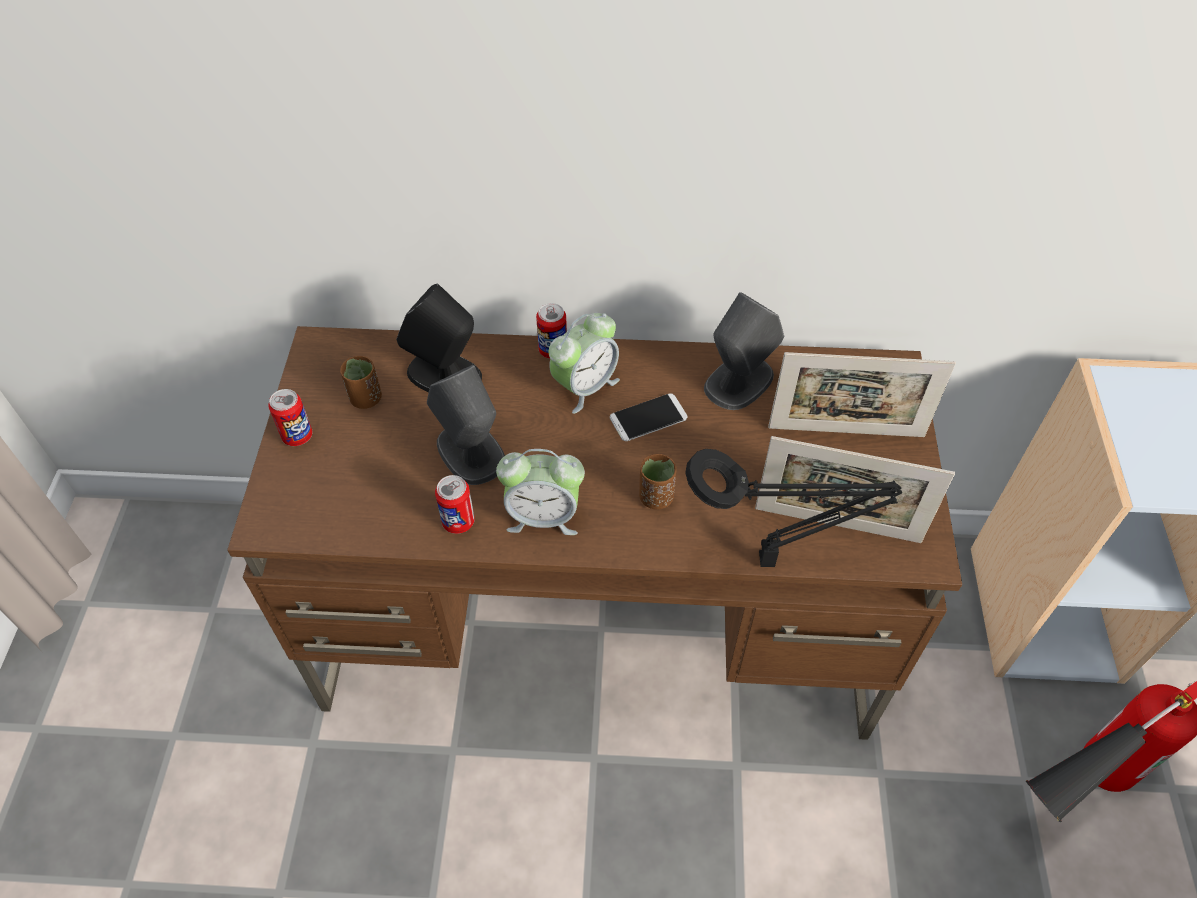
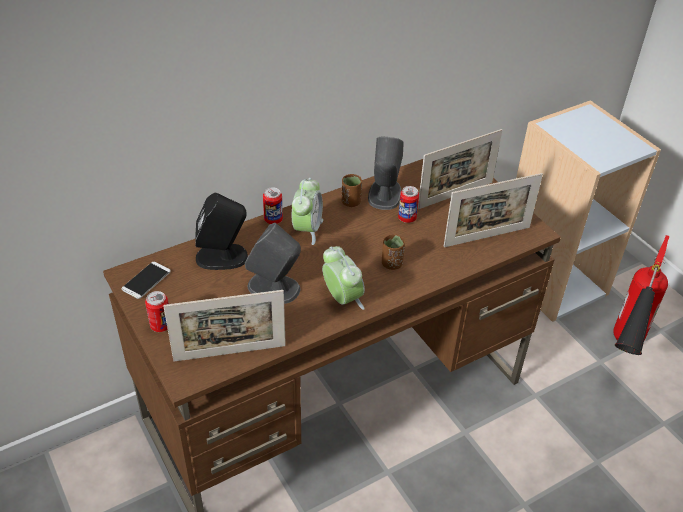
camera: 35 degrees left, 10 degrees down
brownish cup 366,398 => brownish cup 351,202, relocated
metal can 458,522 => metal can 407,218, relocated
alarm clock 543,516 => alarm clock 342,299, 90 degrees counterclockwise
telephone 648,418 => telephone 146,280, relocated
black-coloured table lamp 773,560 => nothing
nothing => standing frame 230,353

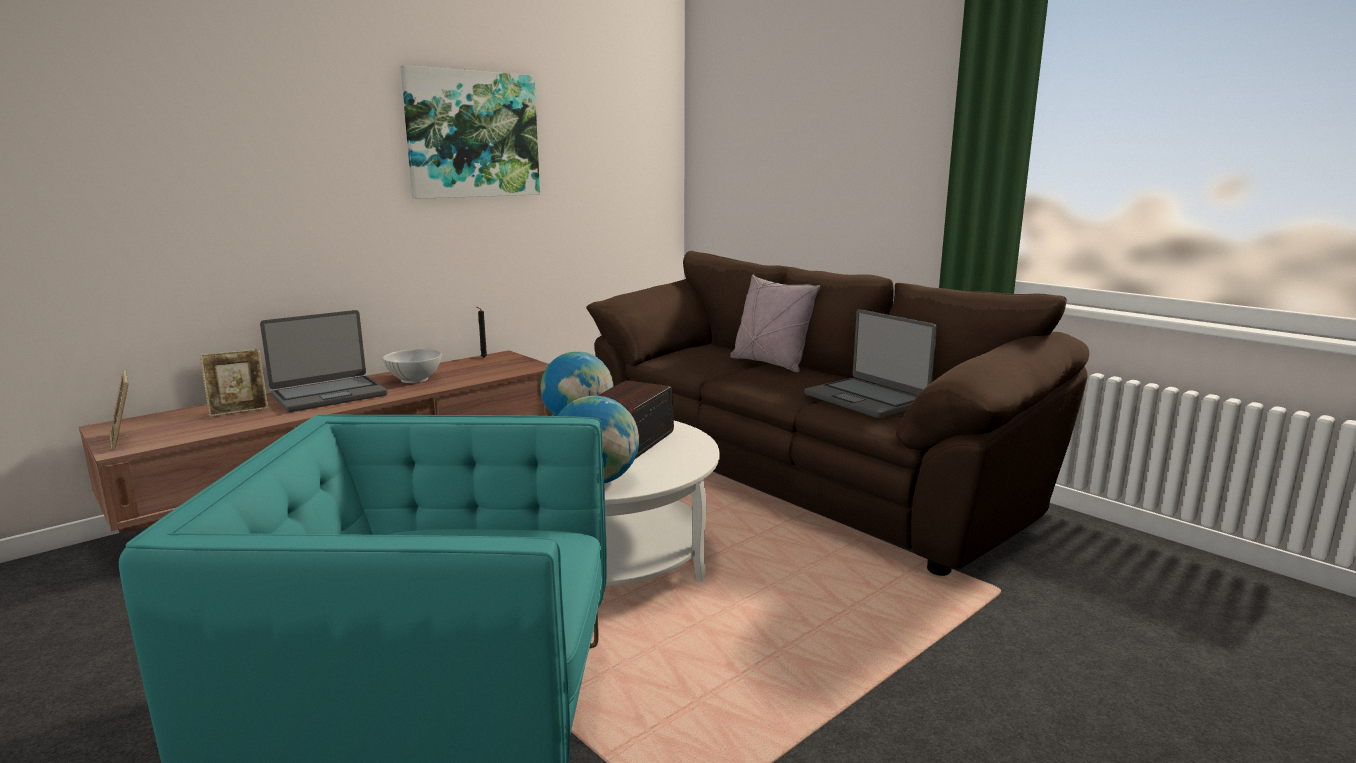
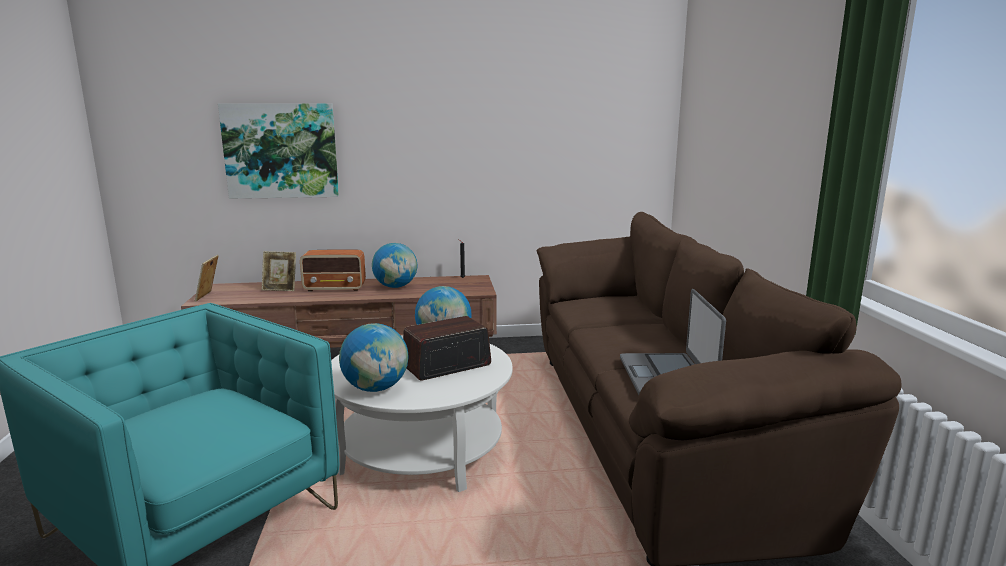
camera: 35 degrees right, 0 degrees up
portable computer 329,395 => radio set 335,288
whitish serving bowl 415,379 => world globe 395,286
picture 473,135 => picture 281,151, relocated
purple cushion 770,363 => nothing

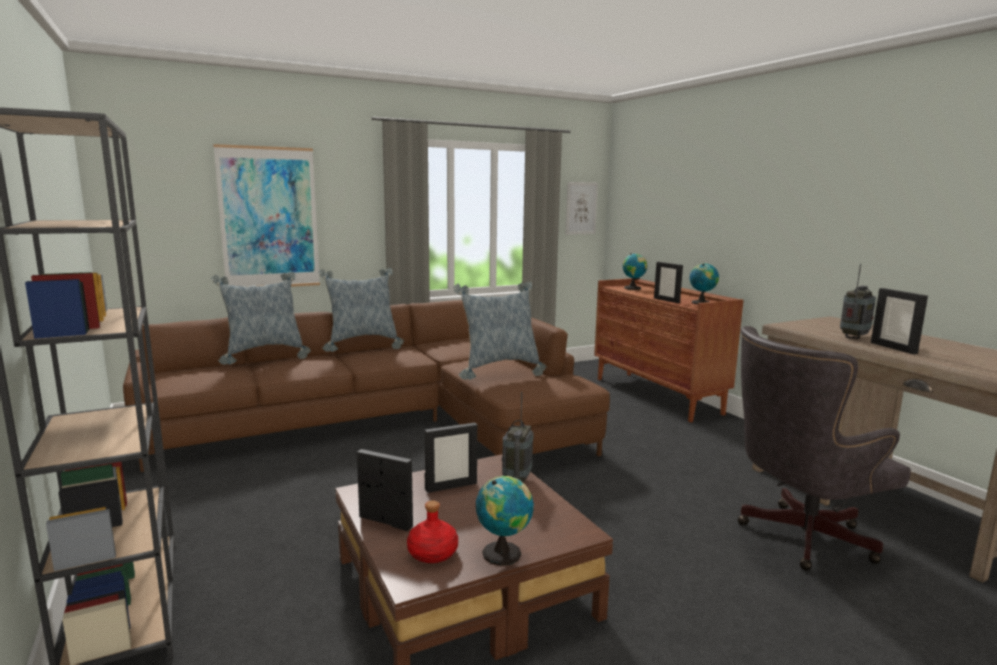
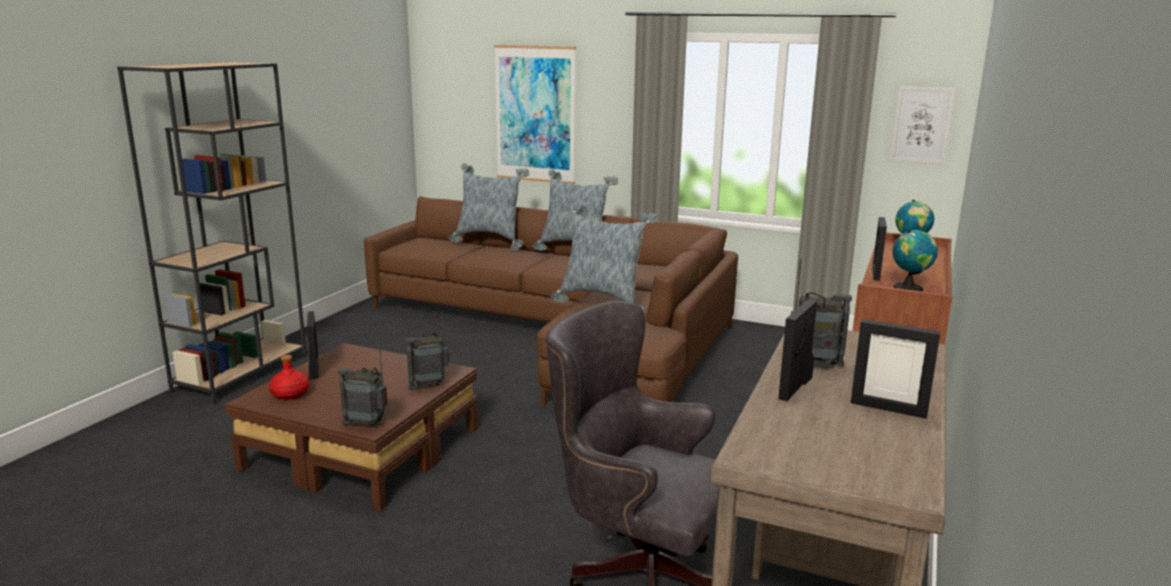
camera: 50 degrees right, 5 degrees up
standing frame 451,486 => standing frame 888,408, relocated
world globe 504,553 => nothing
nothing => radio set 367,424

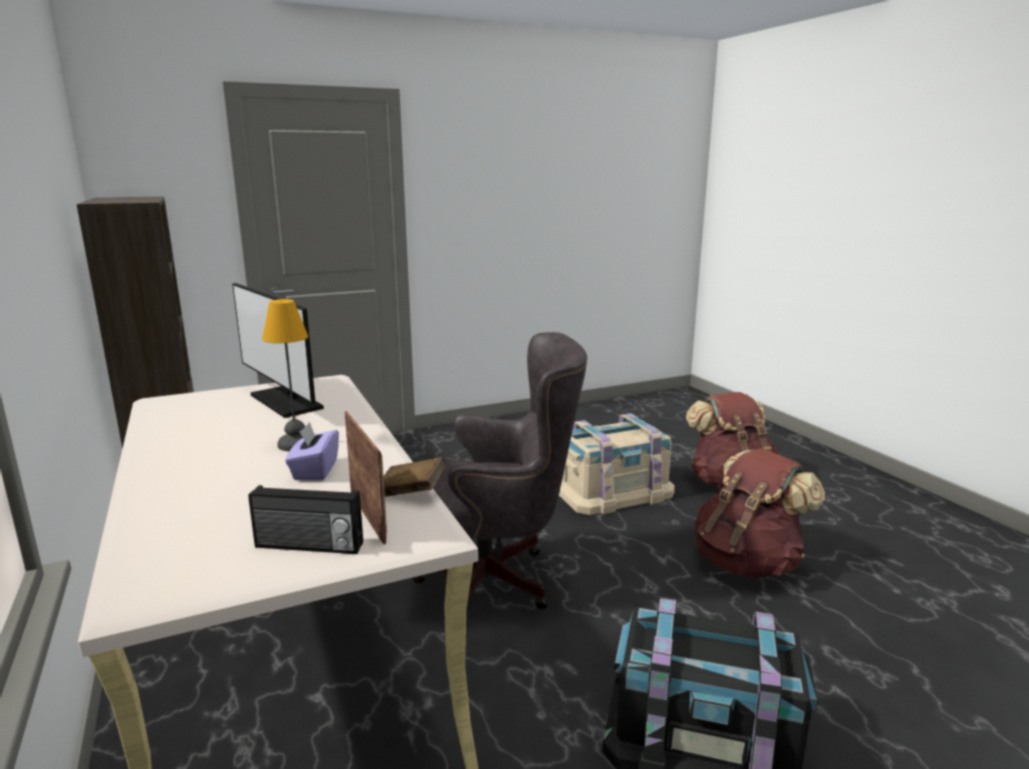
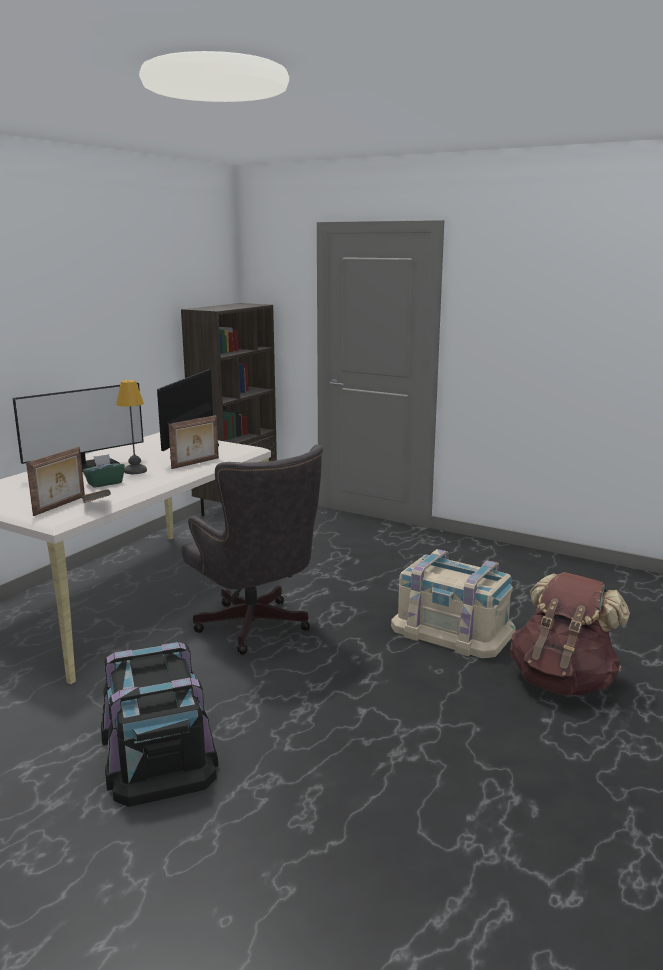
camera: 55 degrees right, 0 degrees up
radio set 308,546 => nothing
purple box of tissues 315,470 => green box of tissues 104,483
brownish knapsack 747,563 => nothing
nothing => computer screen 84,467
nothing => standing frame 196,463

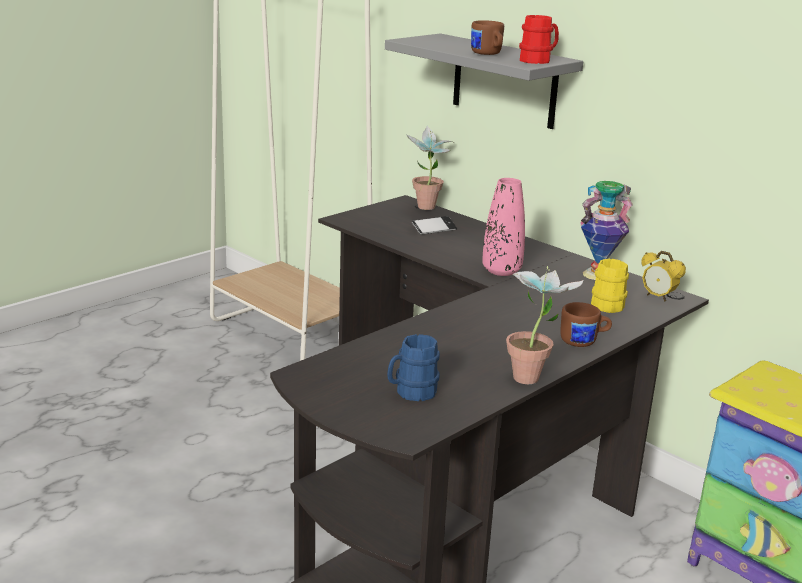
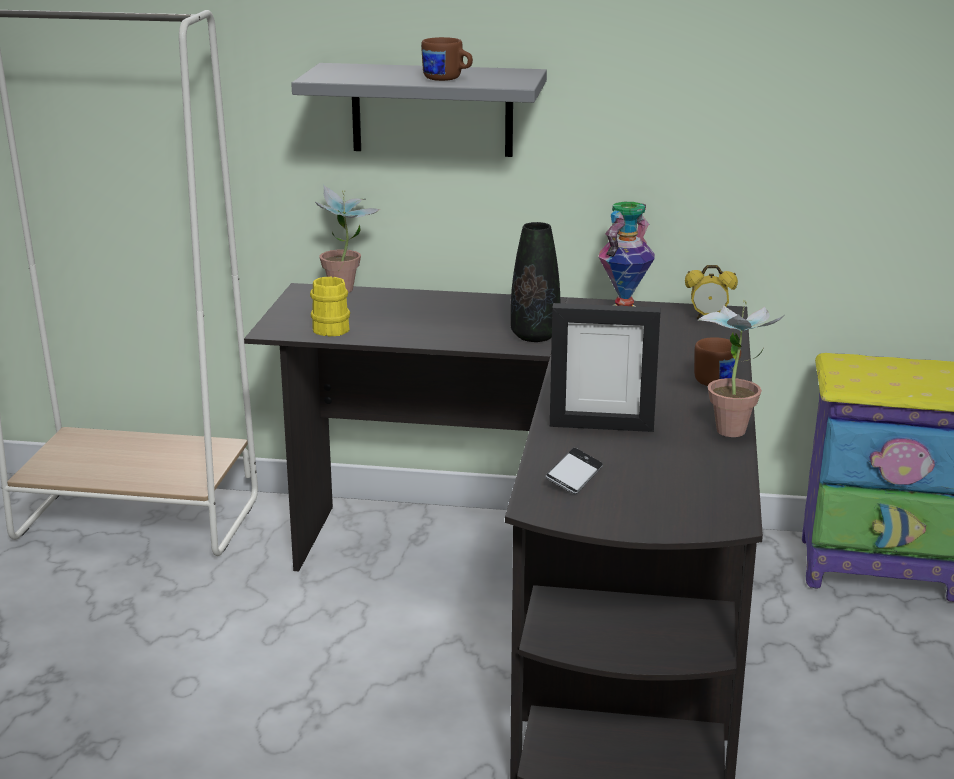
camera: 35 degrees left, 0 degrees up
bluish tea mug 411,392 => nothing
telephone 434,229 => telephone 574,477, relocated
pinkish flower vase 501,271 => black-coloured flower vase 534,336
reddish tea mug 538,60 => nothing
yellowish tea mug 609,304 => yellowish tea mug 330,327, relocated
nothing => standing frame 601,425

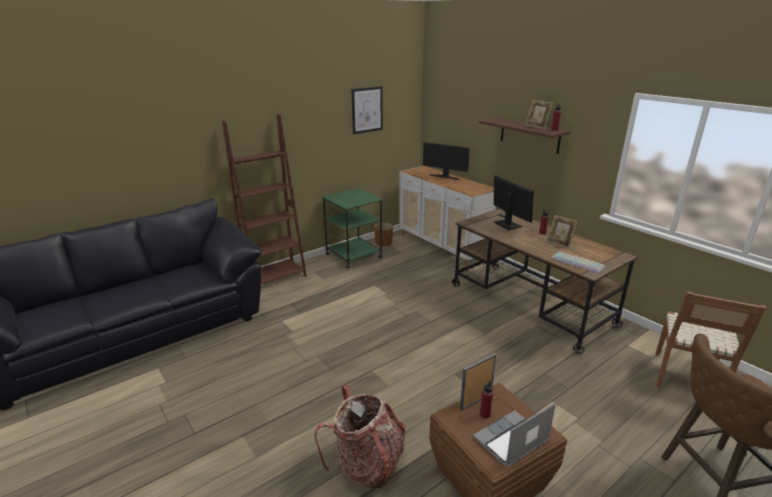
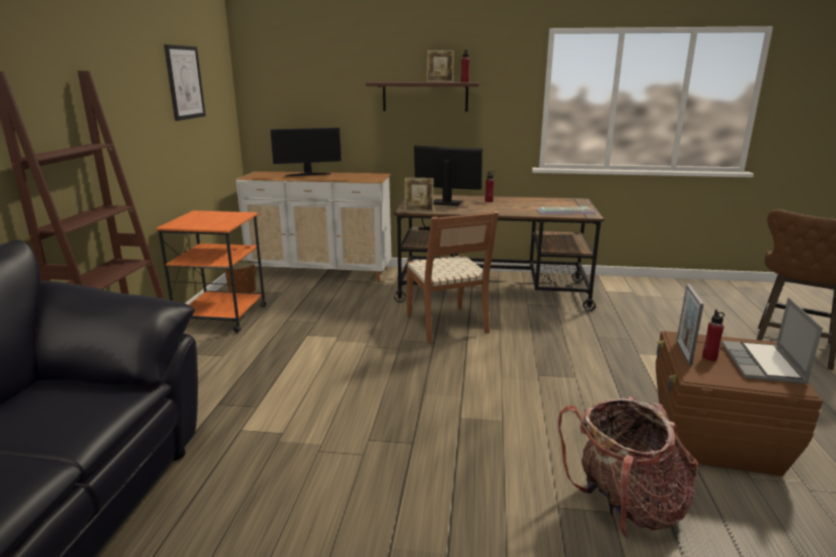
camera: 45 degrees left, 5 degrees down
green wheeled cart 354,255 => orangey wheeled cart 222,316
standing frame 559,243 => standing frame 419,210, relocated
plain chair 687,379 => plain chair 447,326, relocated

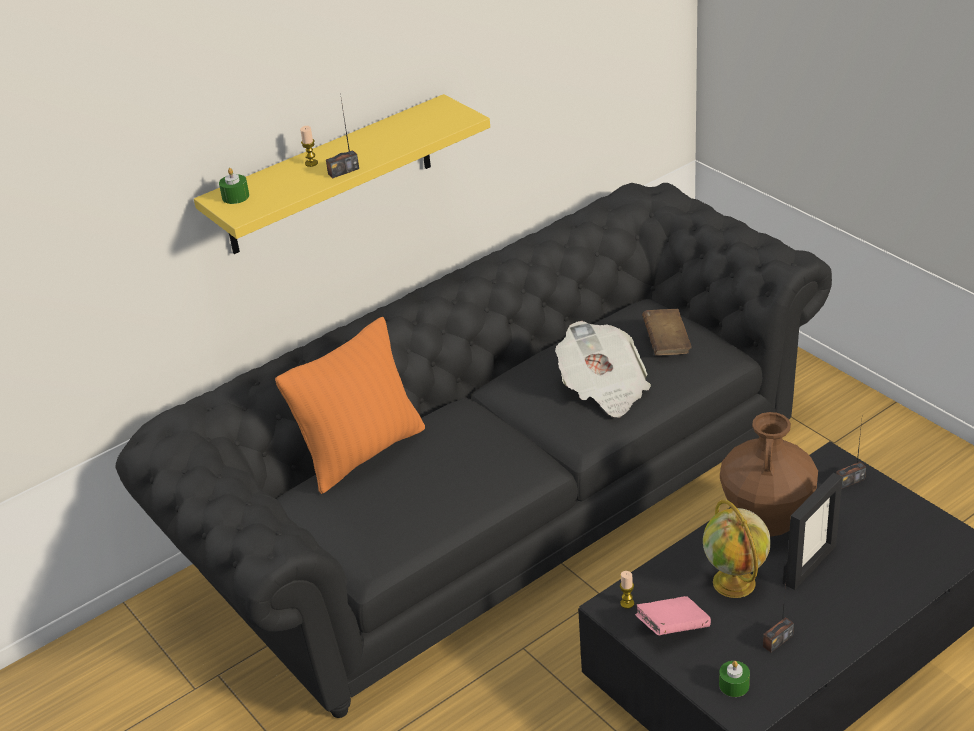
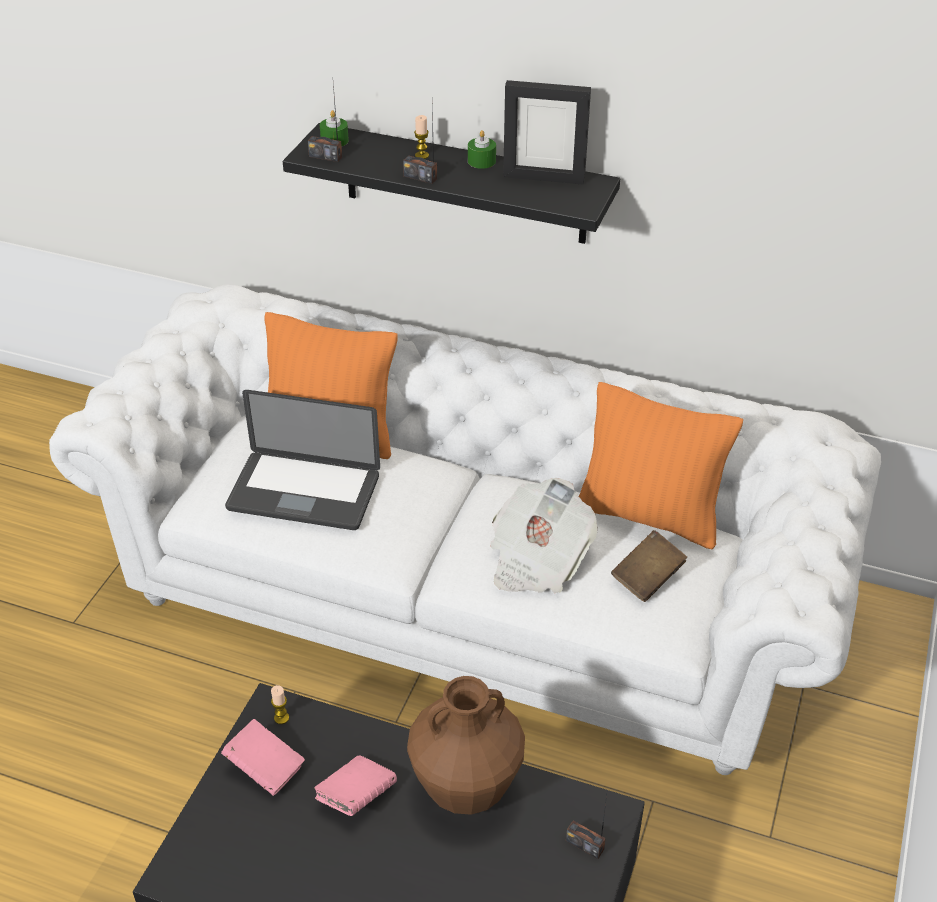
camera: 55 degrees right, 5 degrees up
black-coloured settee 500,505 => whitish settee 468,592
yellowish bracket shelf 329,176 => black-coloured bracket shelf 464,184
world globe 735,583 => pinkish bound book 356,796
green wax candle 734,685 => green wax candle 481,161, relocated
radio set 777,640 => radio set 325,156, relocated
standing frame 809,564 => standing frame 544,177, relocated
nothing => portable computer 304,493
nothing => orangey cushion 649,515

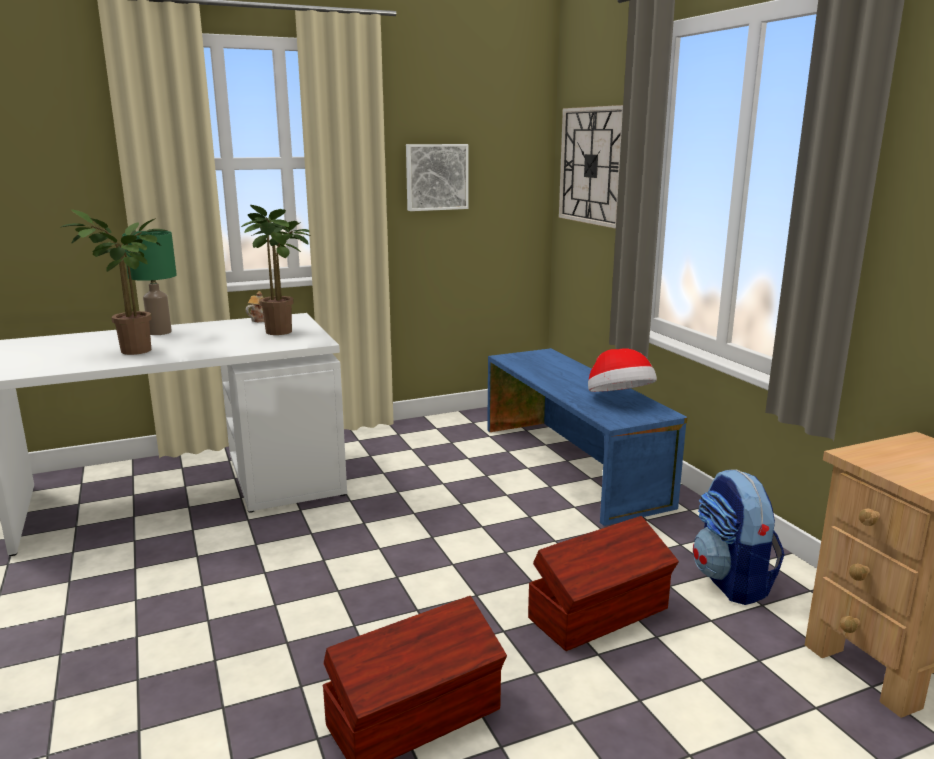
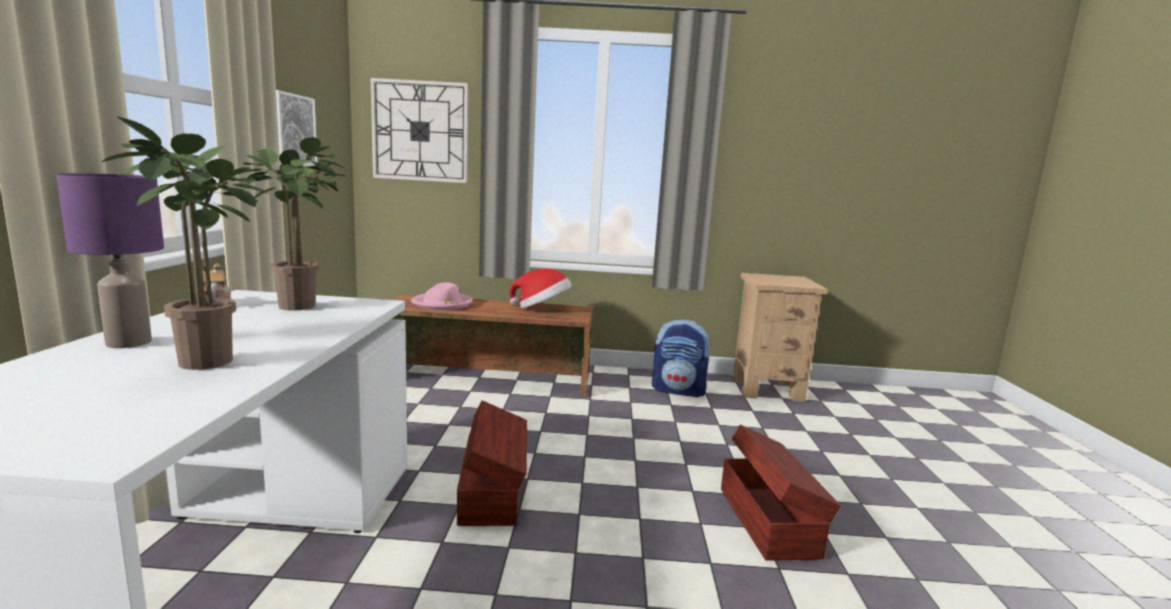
camera: 65 degrees left, 5 degrees down
green table lamp 159,332 => purple table lamp 127,343
bluish indoor bench 574,465 => brownish indoor bench 490,377
brownish storage box 601,614 => brownish storage box 492,491, relocated
nothing => pinkish wearable hat 443,304

